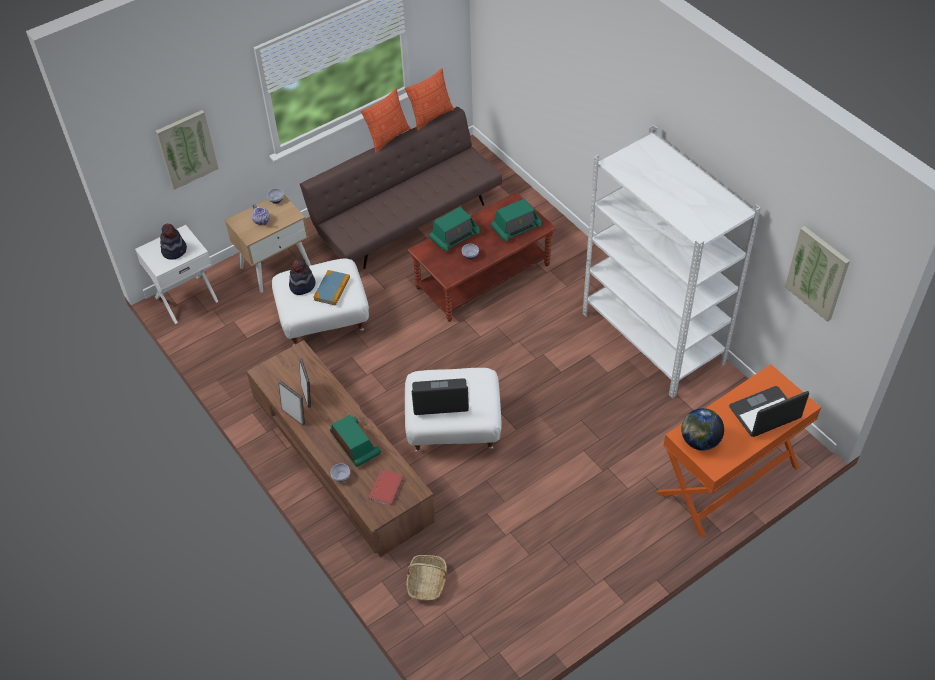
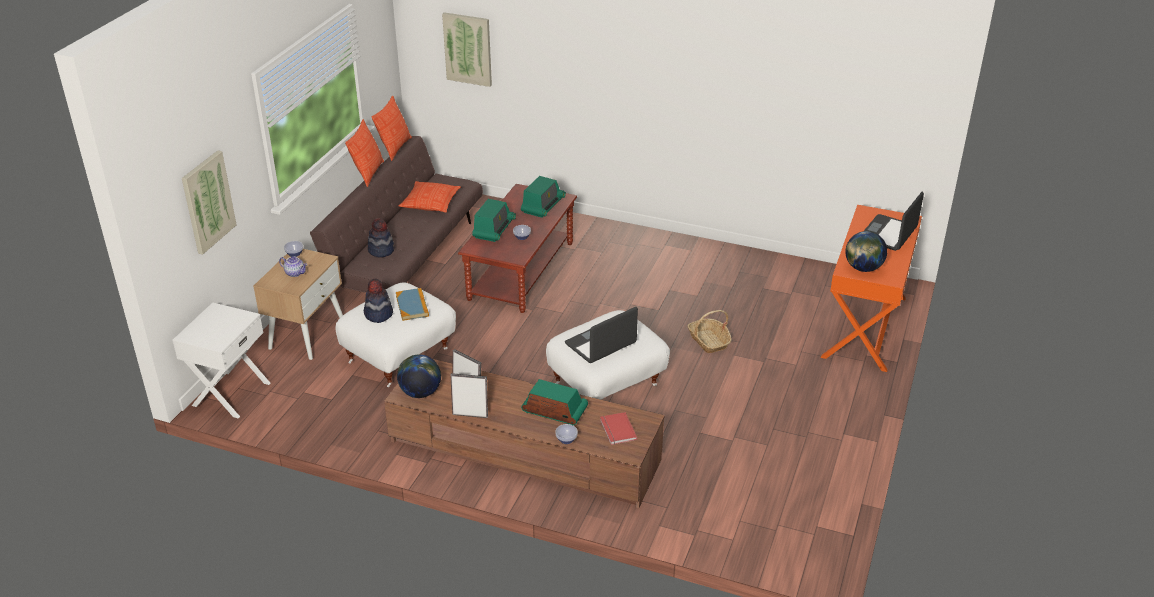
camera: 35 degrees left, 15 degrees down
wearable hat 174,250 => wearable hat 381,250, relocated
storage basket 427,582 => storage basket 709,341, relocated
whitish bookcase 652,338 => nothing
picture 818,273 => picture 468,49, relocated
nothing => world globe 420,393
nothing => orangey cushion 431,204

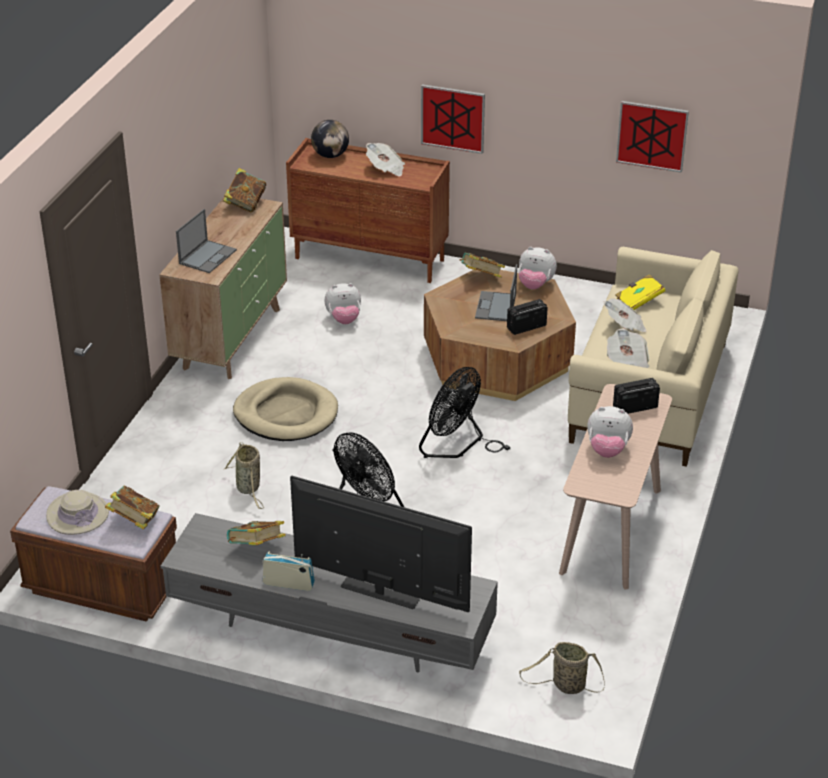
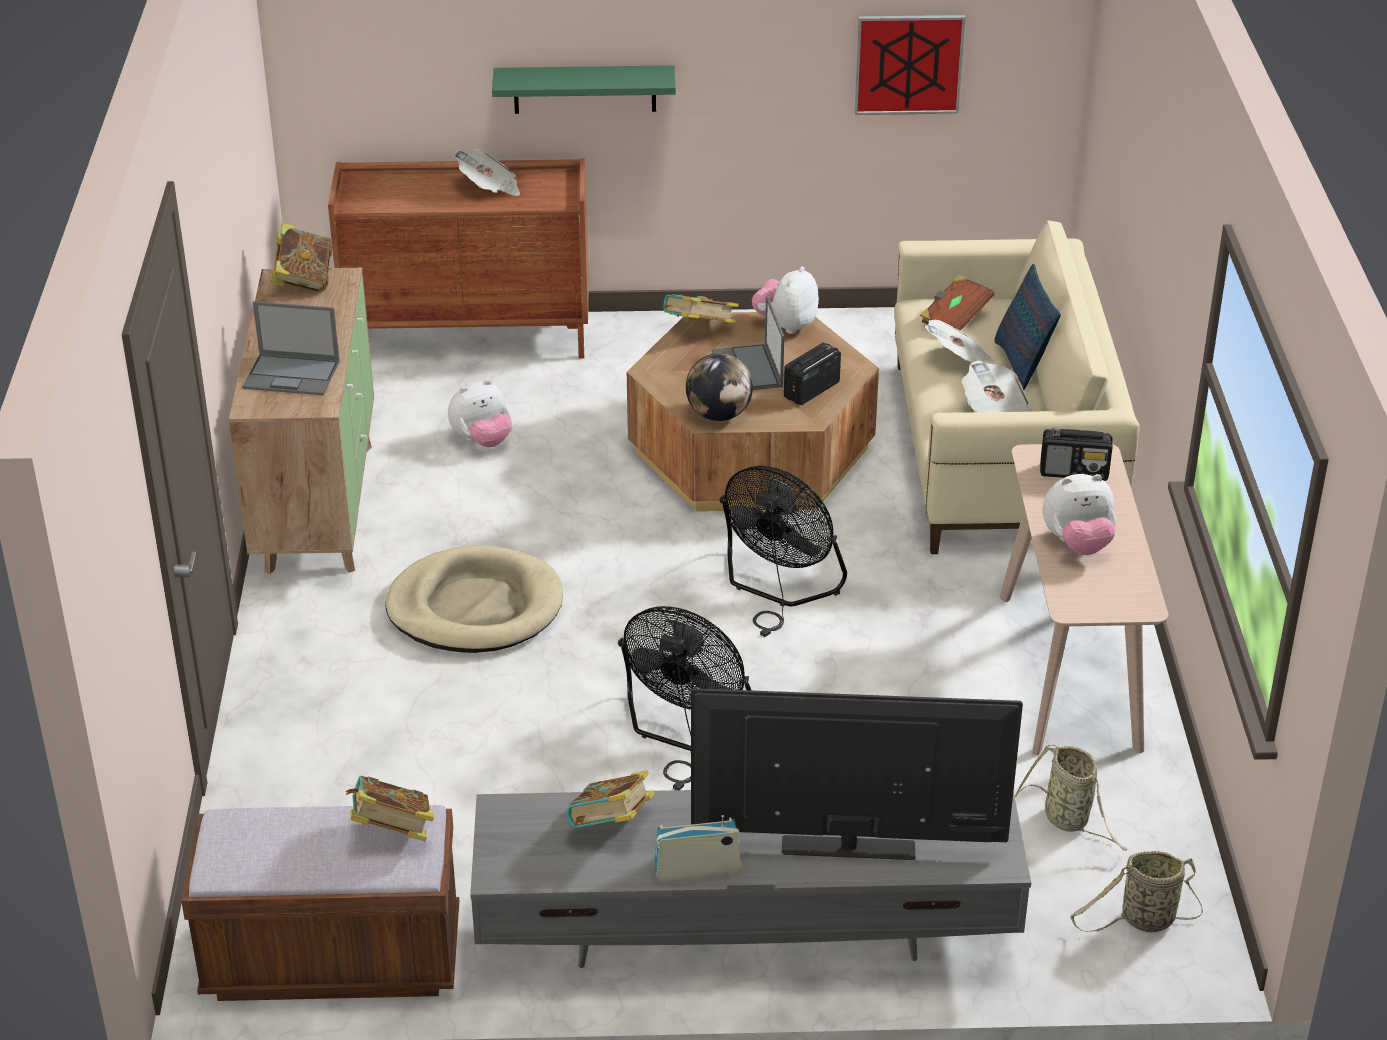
camera: 20 degrees left, 0 degrees up
sand-coloured wearable hat 78,514 => nothing
portable computer 208,256 => portable computer 293,375, 90 degrees clockwise
storage basket 249,488 => storage basket 1069,820, relocated
world globe 330,155 => world globe 719,415, relocated
black-coloured cooling fan 462,442 => black-coloured cooling fan 774,588, 105 degrees clockwise
picture 453,118 => green bracket shelf 584,89
plush toy 535,285 => plush toy 786,325, 120 degrees clockwise
radio set 634,407 => radio set 1074,472, 135 degrees counterclockwise
yellowish bound book 639,300 => brownish bound book 955,317
nothing => bluish cushion 1021,365

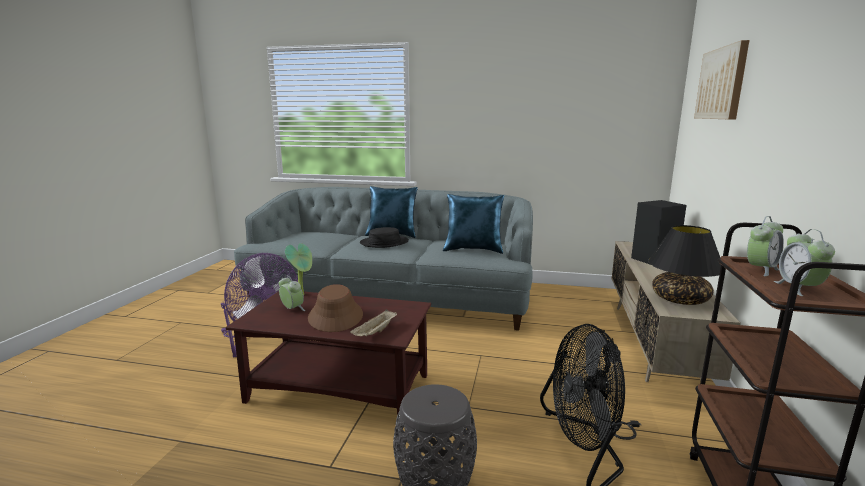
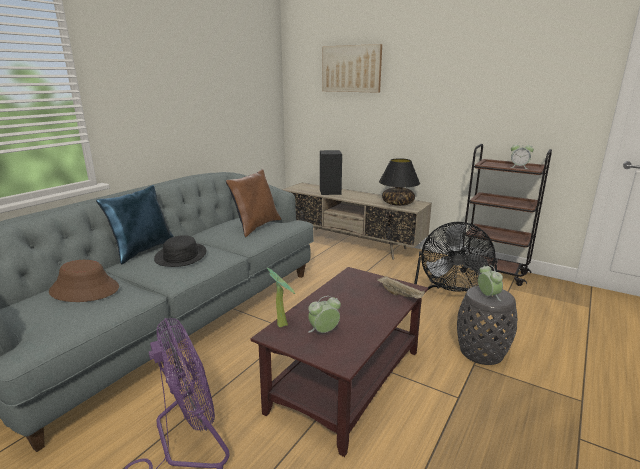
camera: 70 degrees left, 5 degrees up
brownish wearable hat 336,316 => brownish wearable hat 85,289, relocated
bluish cushion 473,250 => brownish cushion 256,226
alarm clock 760,270 => alarm clock 488,296, relocated

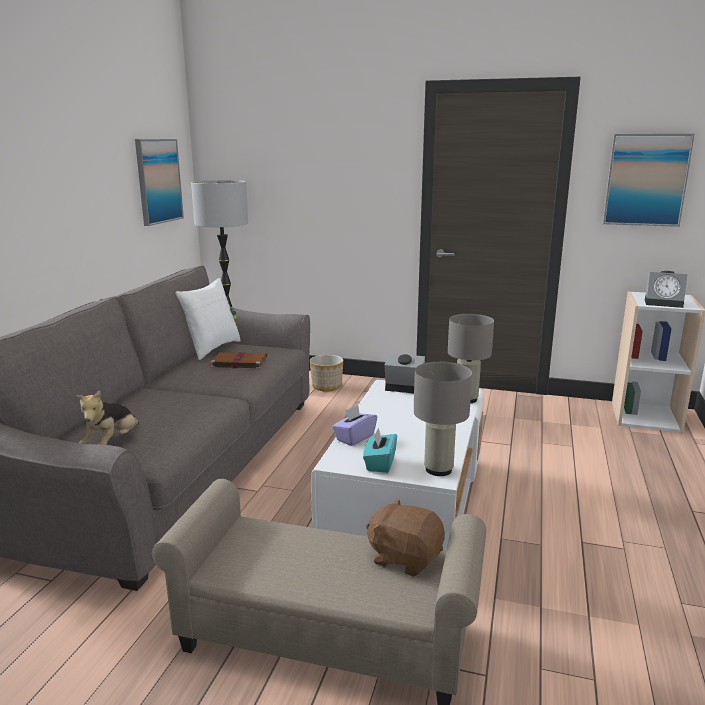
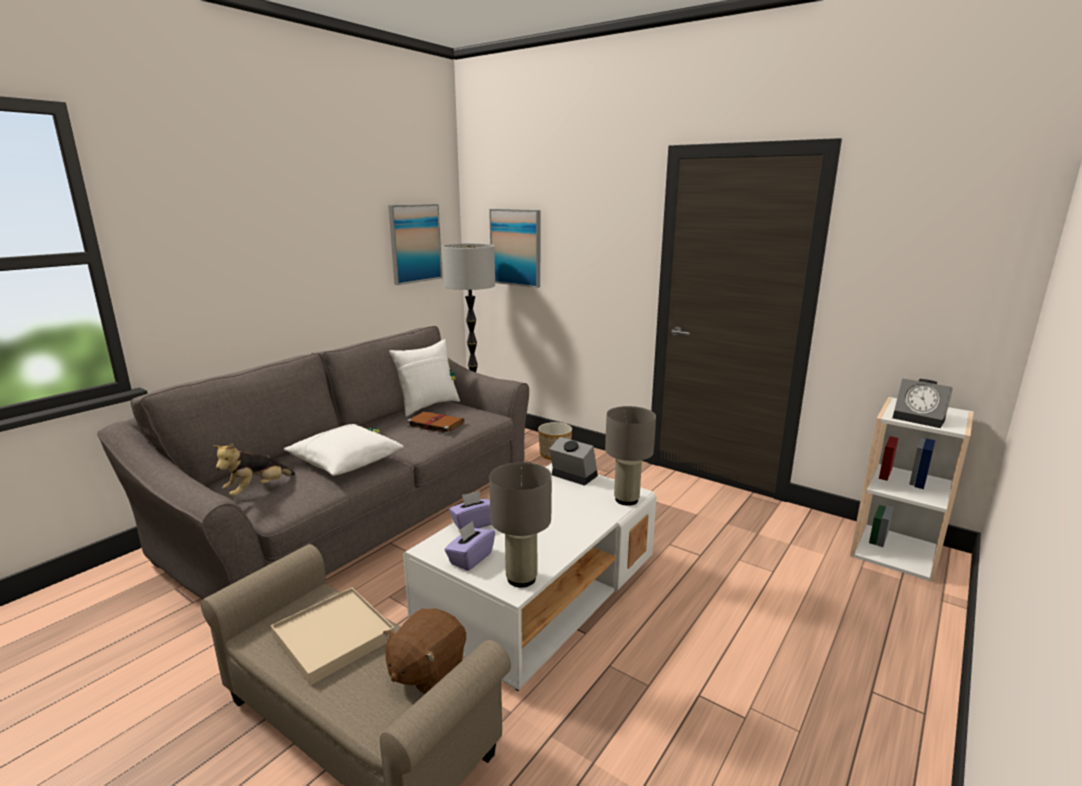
camera: 20 degrees right, 0 degrees up
turquoise box of tissues 380,463 => purple box of tissues 470,558
brownish plush toy 405,557 => brownish plush toy 426,670, 105 degrees counterclockwise
picture 646,180 => picture 516,247, relocated
nothing => sand-coloured carrying tray 333,637
nothing => whitish cushion 346,463

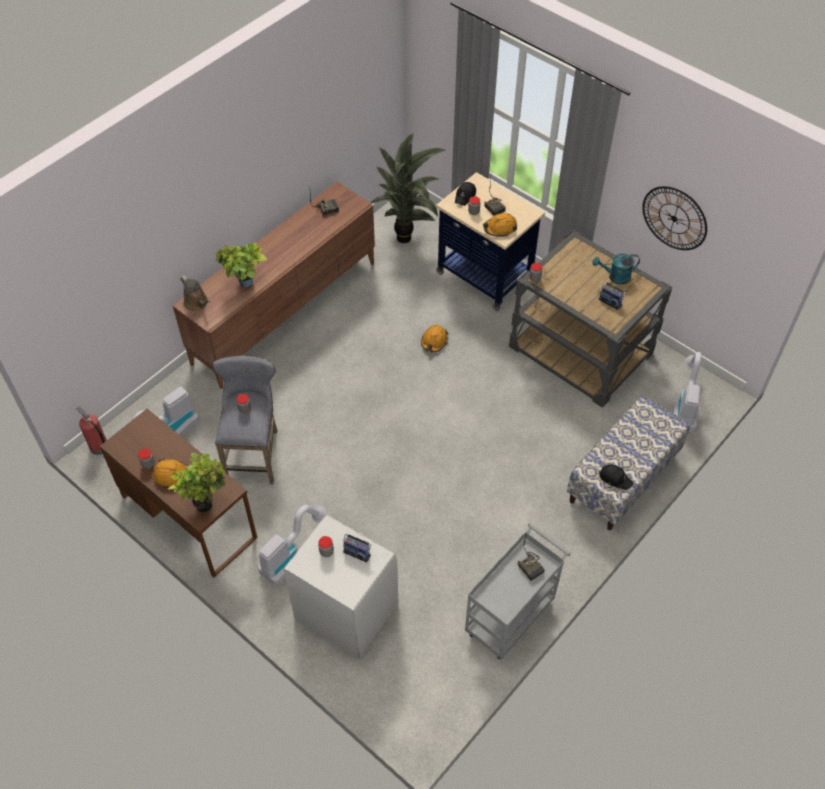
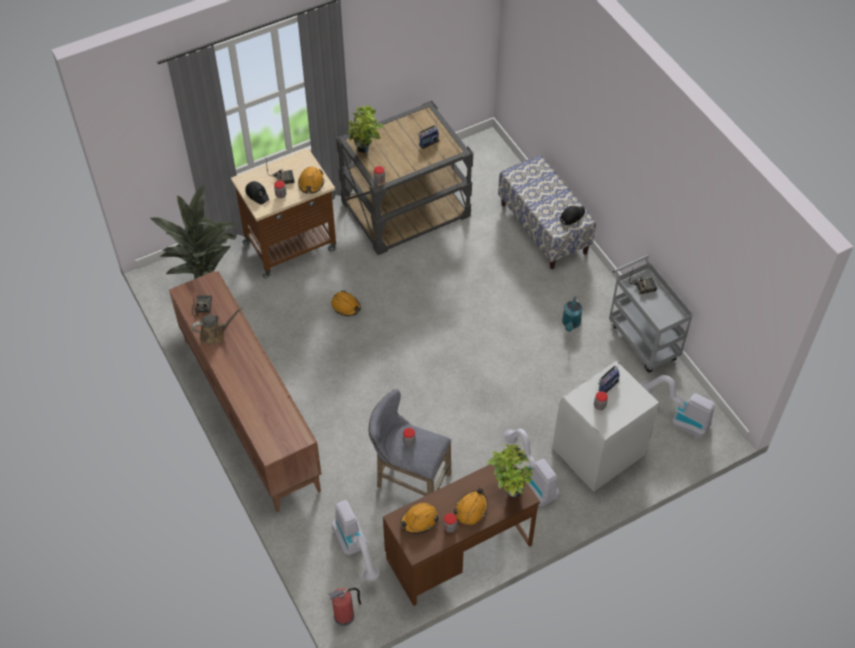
camera: 70 degrees left, 0 degrees up
brownish sprinkling can 197,303 => brownish sprinkling can 215,334, relocated
houseplant 244,285 => houseplant 365,151, relocated
bluish wheeled cart 484,278 => brownish wheeled cart 290,246
turquoise sprinkling can 615,277 => turquoise sprinkling can 571,324, relocated
clock on the wall 674,218 => nothing
hoover 684,406 => hoover 678,418, relocated
nothing => orangey work helmet 419,520

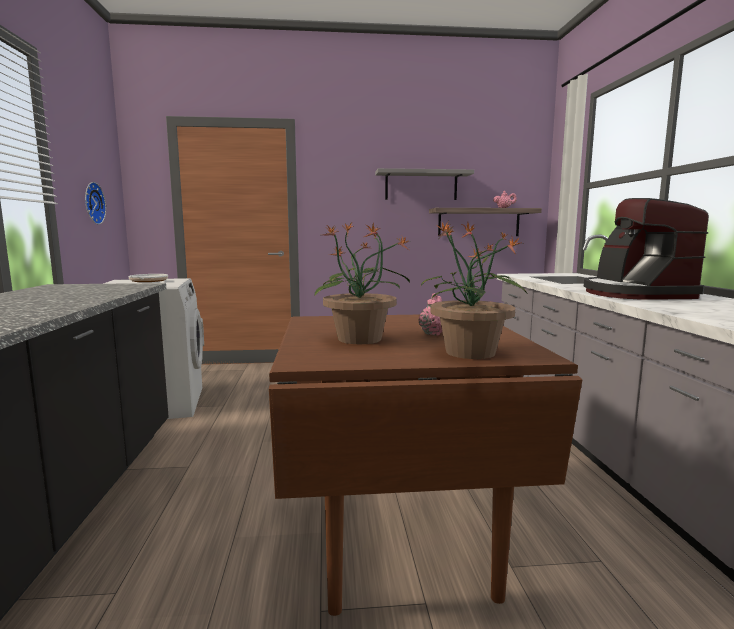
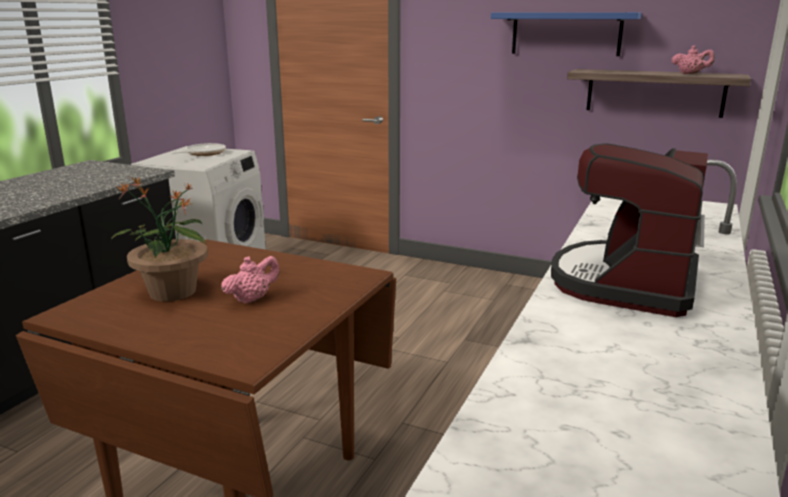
camera: 30 degrees right, 10 degrees up
clock on the wall 92,203 => nothing
greyish bracket shelf 421,185 => bluish bracket shelf 566,33
houseplant 470,353 => nothing

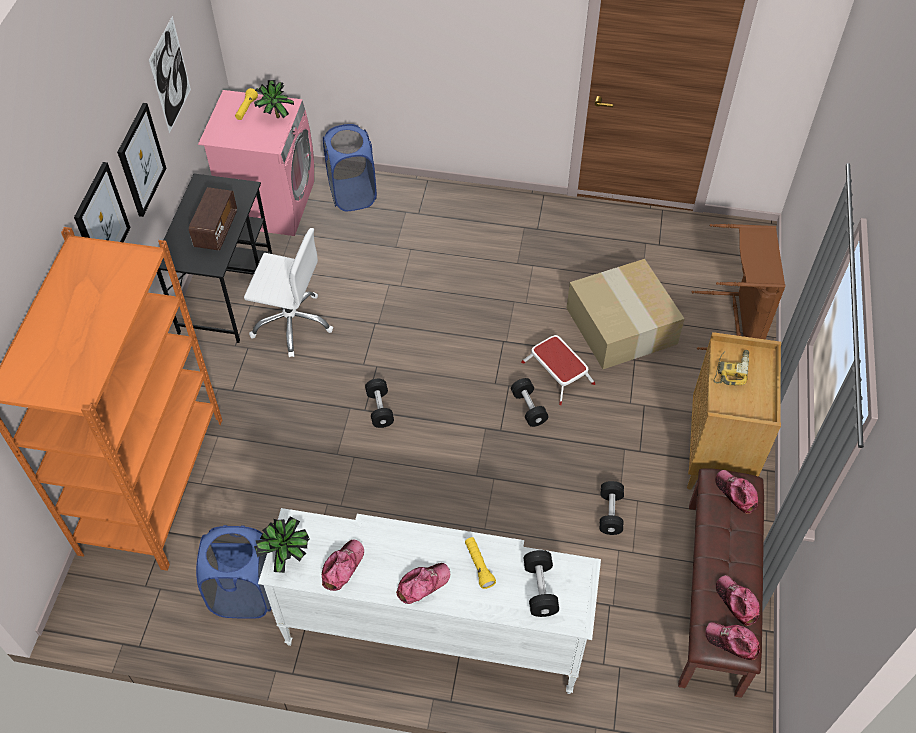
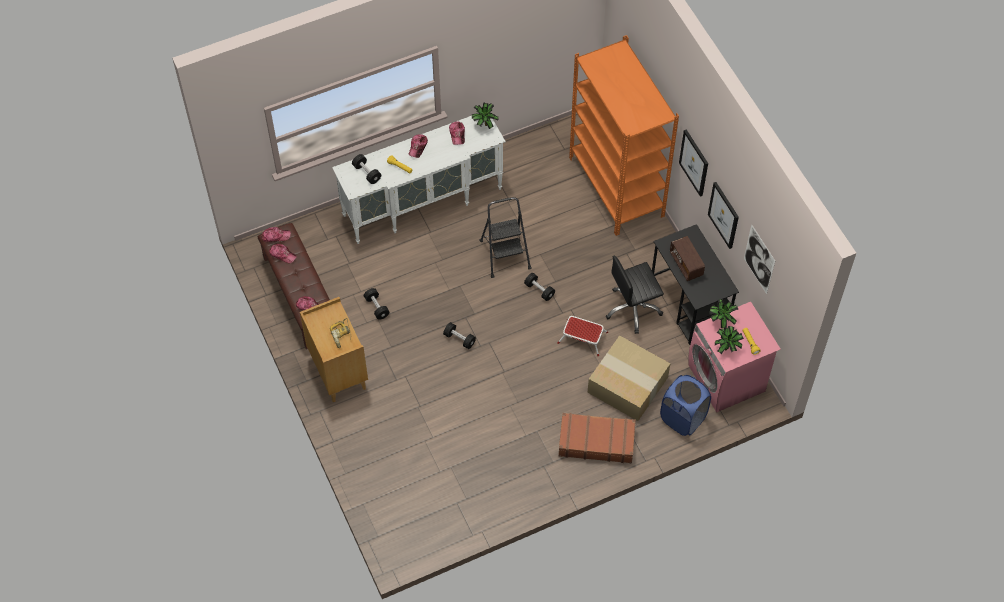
camera: 145 degrees right, 5 degrees up
bluish laundry basket 244,593 => nothing
whitish office chair 292,323 => black-coloured office chair 633,309
reddish step stool 558,373 => reddish step stool 582,338, relocated
cardboard box 623,326 => cardboard box 626,385, relocated
brownish laundry basket 735,322 => nothing
nothing => black-coloured step stool 505,252
nothing => brownish piece of luggage 596,441
nothing => houseplant 721,321

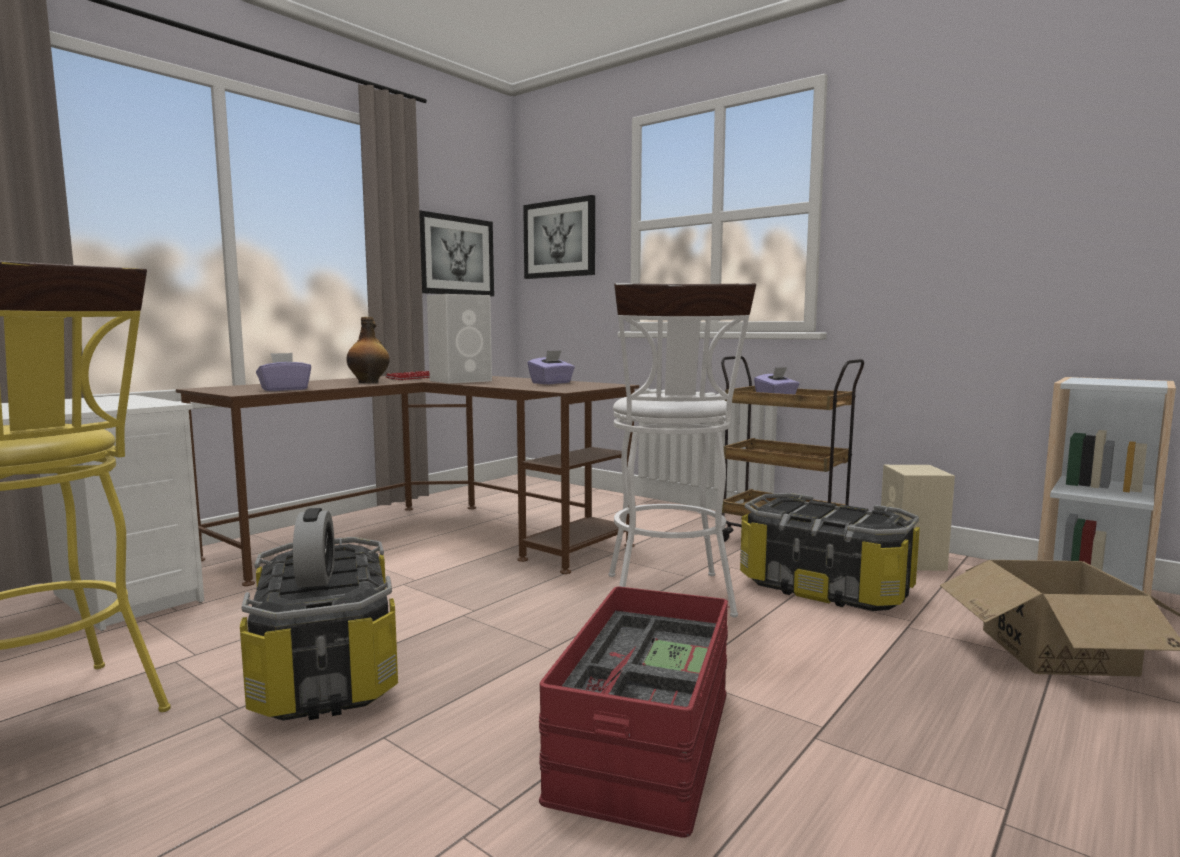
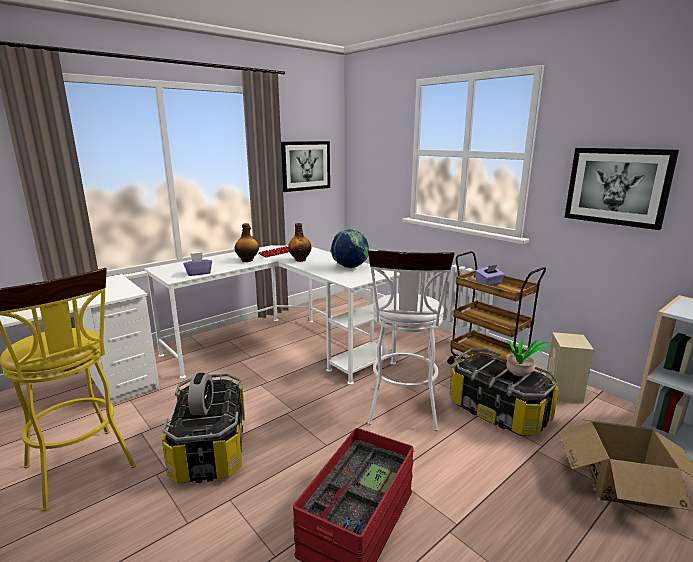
camera: 10 degrees right, 10 degrees up
brownish desk table 427,538 => whitish desk table 281,346
whitish audio speaker 462,380 => beverage bottle 300,260
picture 559,239 => picture 617,186, relocated
purple box of tissues 551,383 => world globe 350,267
nothing => houseplant 519,376

